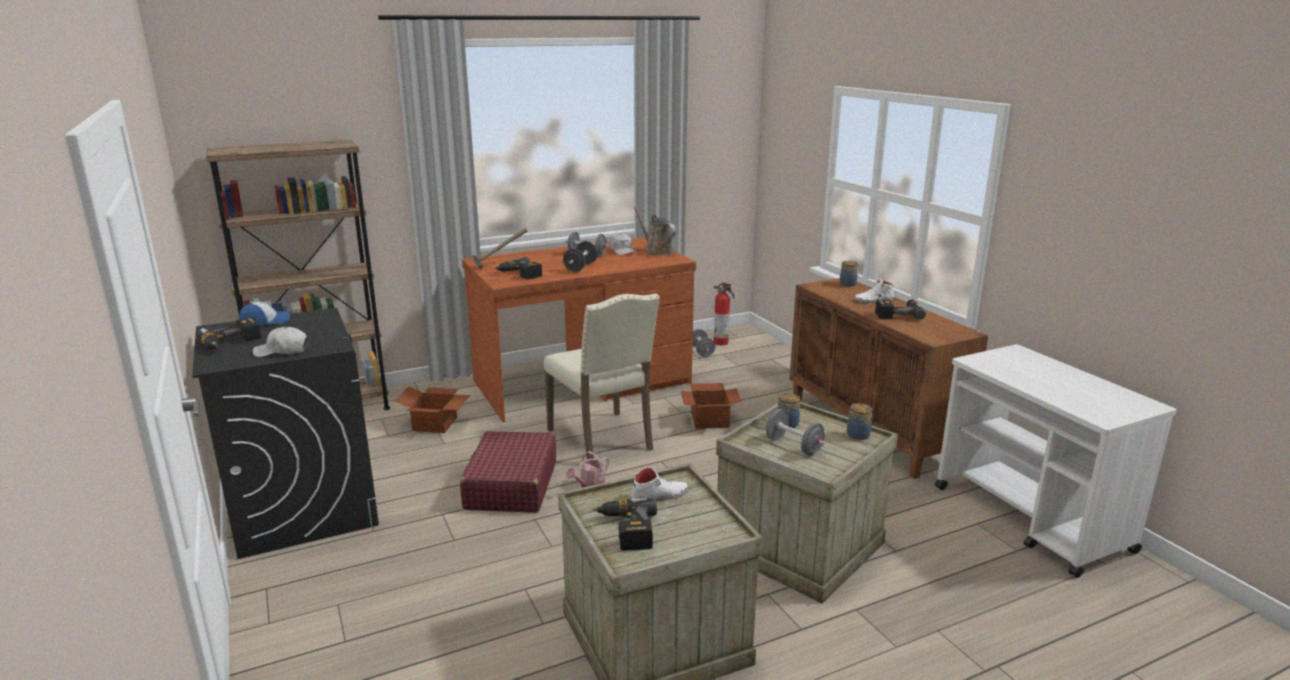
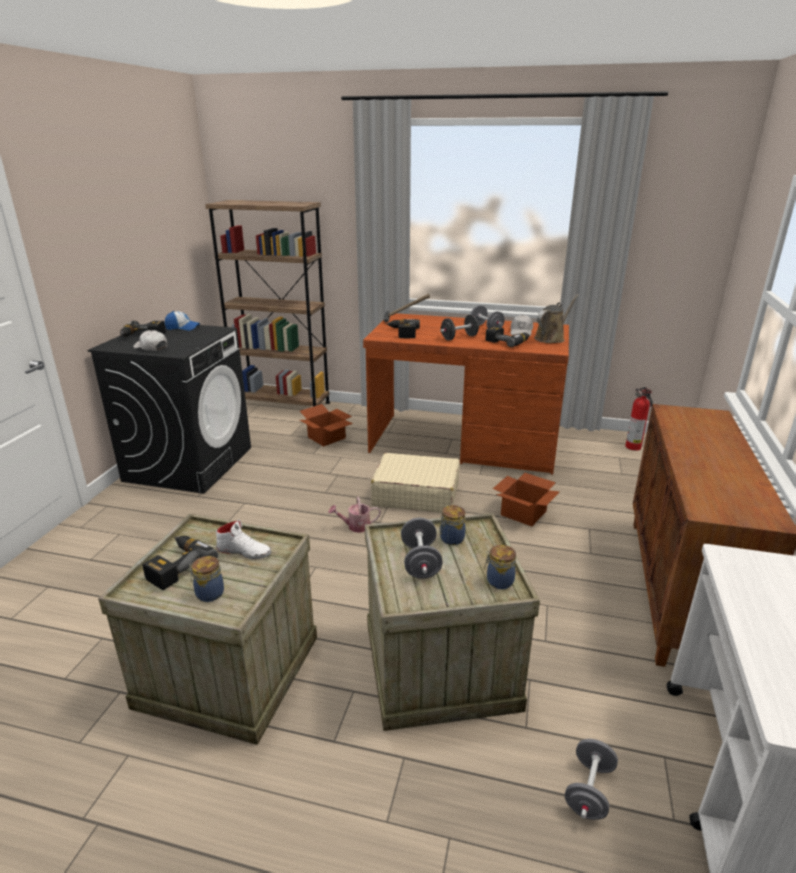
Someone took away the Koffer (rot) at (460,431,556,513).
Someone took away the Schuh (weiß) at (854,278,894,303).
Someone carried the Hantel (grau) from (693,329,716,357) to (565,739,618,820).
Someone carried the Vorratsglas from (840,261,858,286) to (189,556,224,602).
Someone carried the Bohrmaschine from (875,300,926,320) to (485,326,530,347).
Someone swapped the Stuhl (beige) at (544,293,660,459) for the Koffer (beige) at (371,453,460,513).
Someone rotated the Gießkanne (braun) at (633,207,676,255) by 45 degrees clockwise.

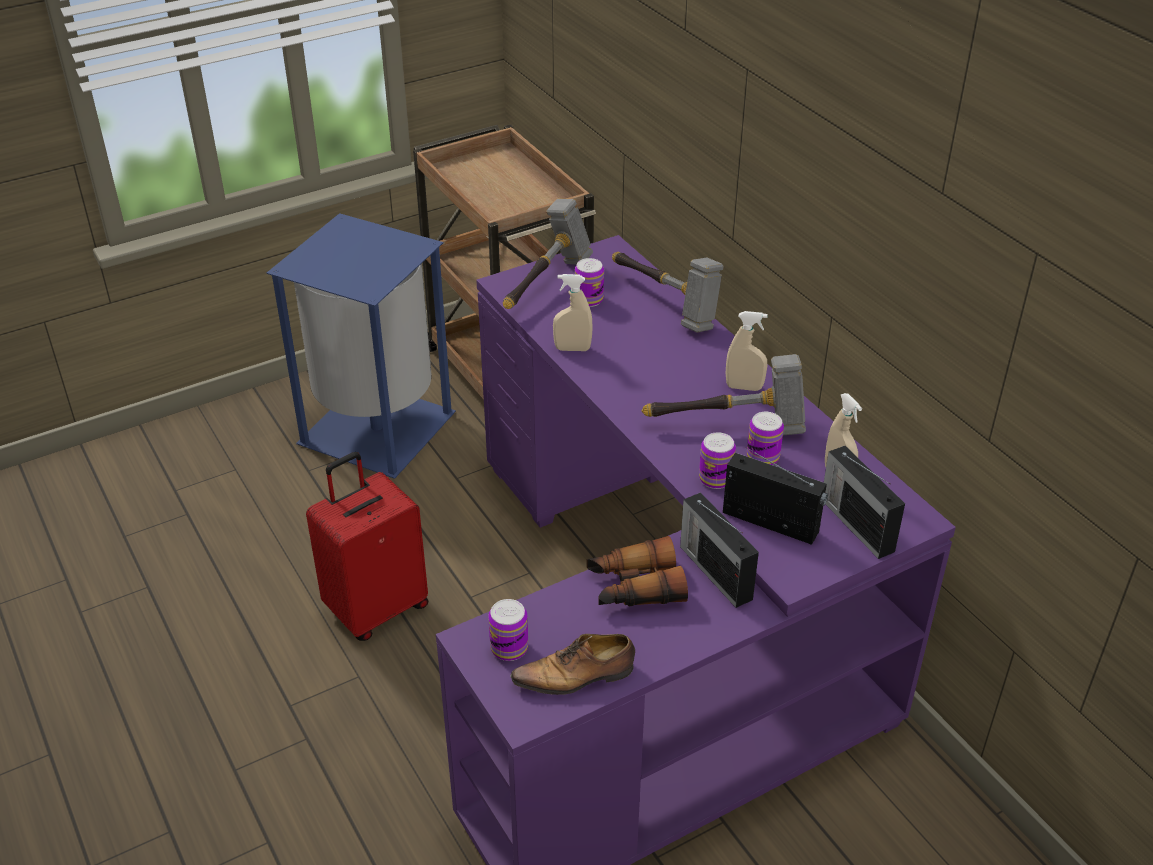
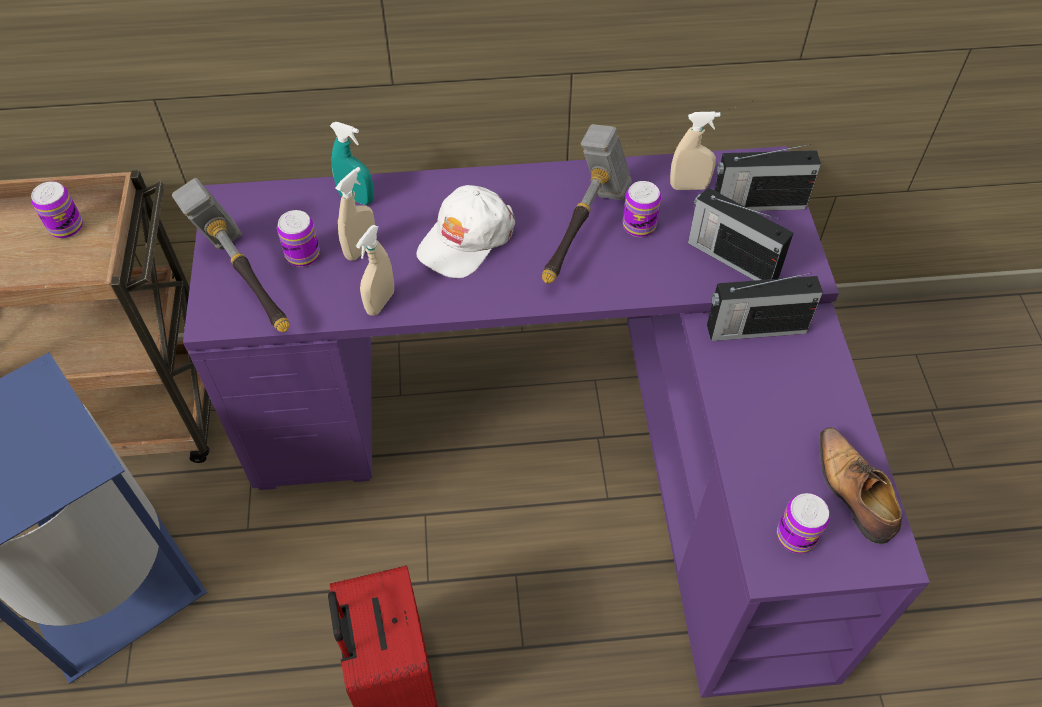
Someone took away the Fernglas at (586,536,688,606).
Someone put down the Kappe (weiß) at (416,185,515,278).
Someone carried the Dose from (699,432,736,489) to (31,181,83,239).
Someone carried the Sprühflasche (beige) from (726,311,768,391) to (335,167,375,261).
Someone swapped the Hammer at (612,252,723,333) for the Sprühflasche (türkis) at (330,122,374,205).
Someone rotated the Schuh at (510,634,635,695) by 150 degrees clockwise.
Someone rotated the Radio at (723,447,828,545) by 105 degrees counterclockwise.

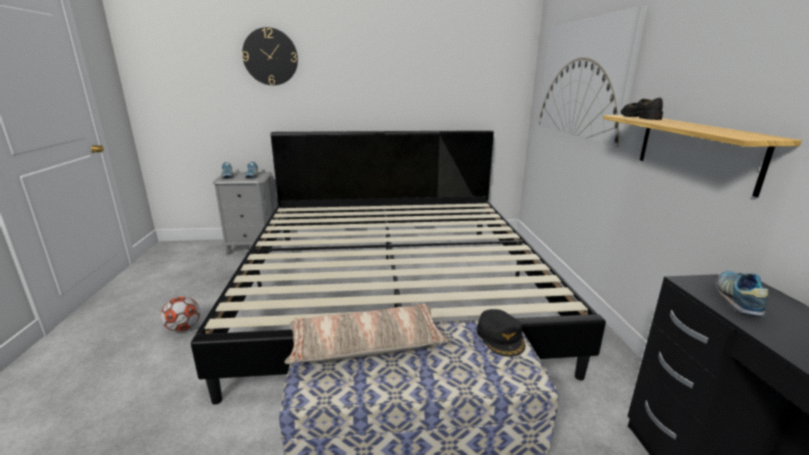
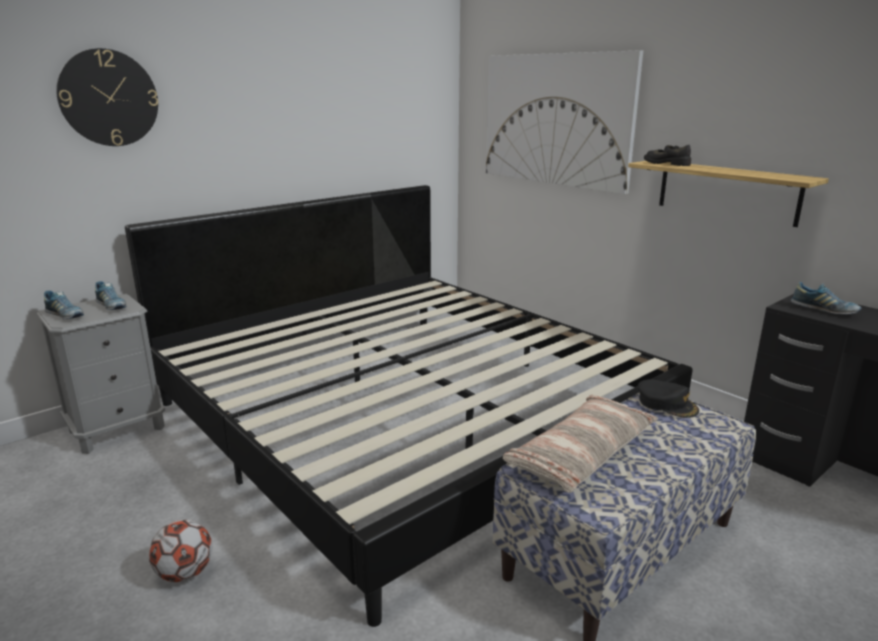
Someone rotated the Schuh at (716,271,769,316) by 150 degrees clockwise.

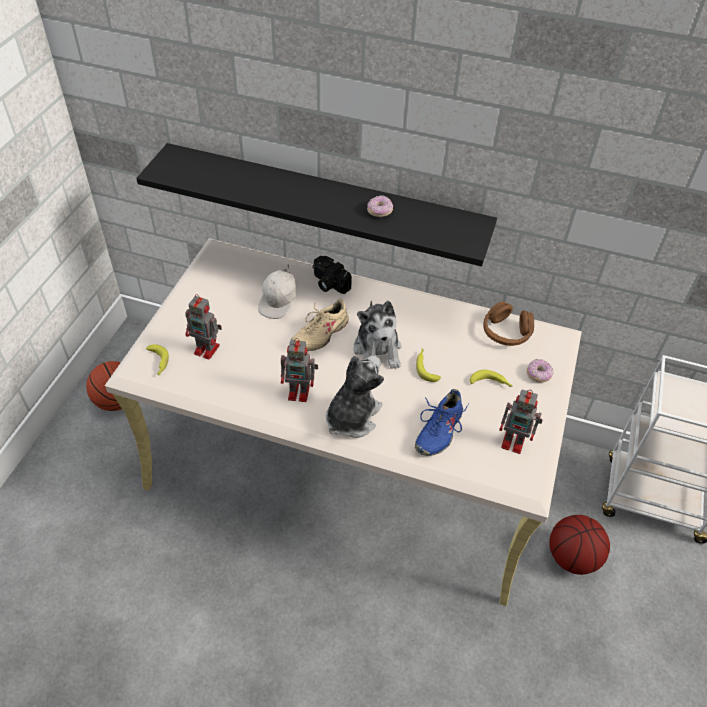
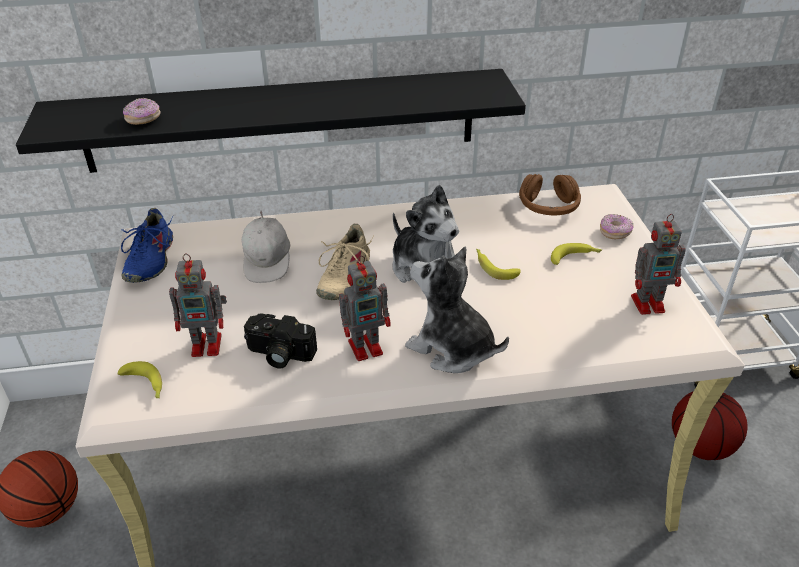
Someone carried the Kamera from (312,256,352,294) to (244,313,317,369).
Someone carried the Donut from (367,195,393,217) to (123,98,161,125).
Someone carried the Schuh (blau) from (415,389,470,456) to (121,208,173,283).
Someone rotated the Plüschtier at (326,355,384,438) by 60 degrees counterclockwise.

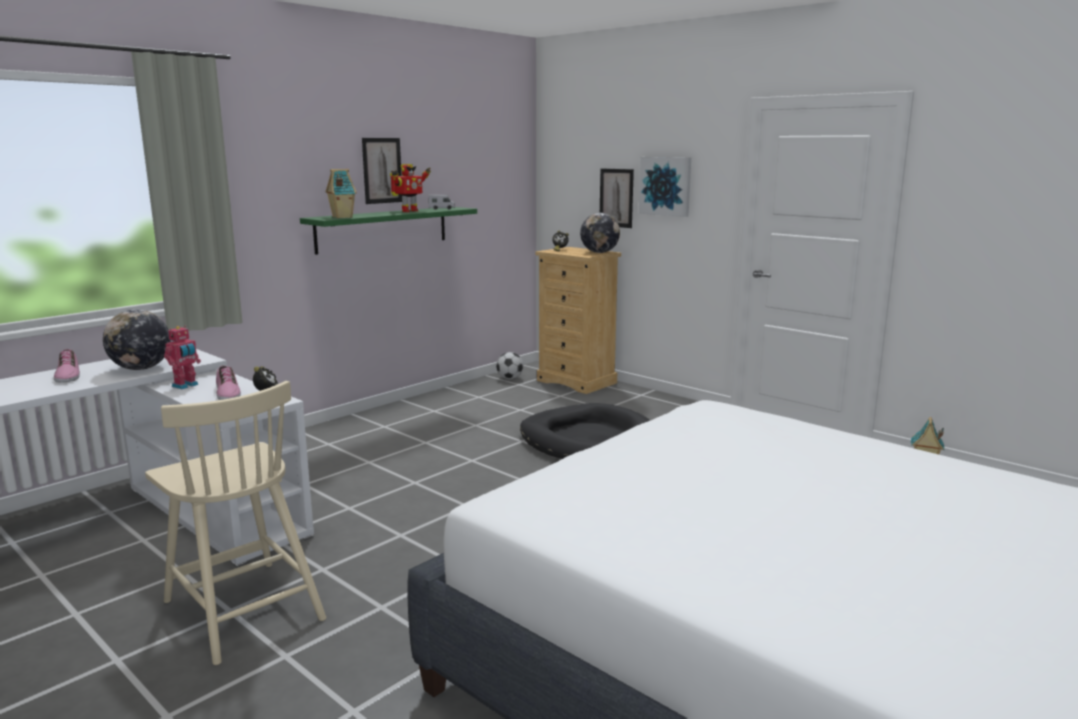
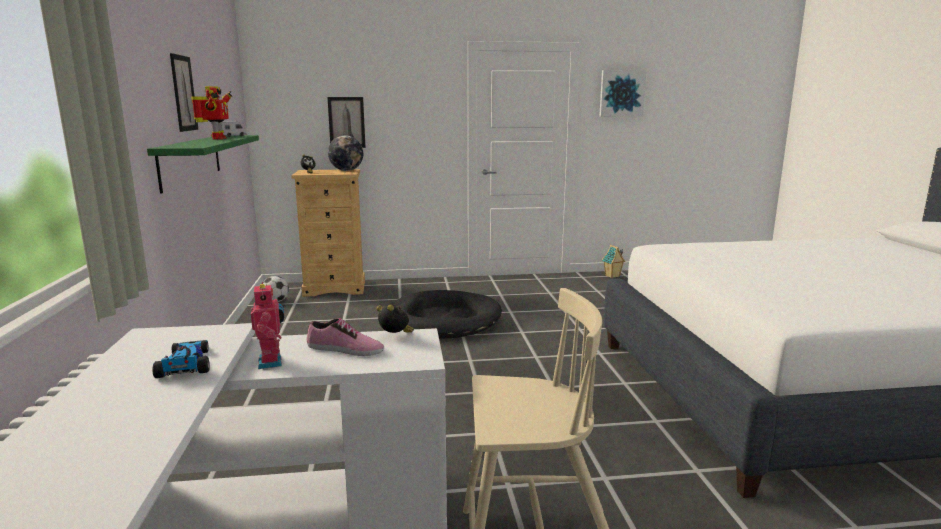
Someone took away the Schuh at (54,349,80,383).
Someone took away the Spielzeughaus at (326,169,357,218).
Someone carried the Bild from (639,157,691,217) to (599,70,647,117).
Someone swapped the Globus at (103,309,171,370) for the Spielzeugauto at (152,340,210,378).

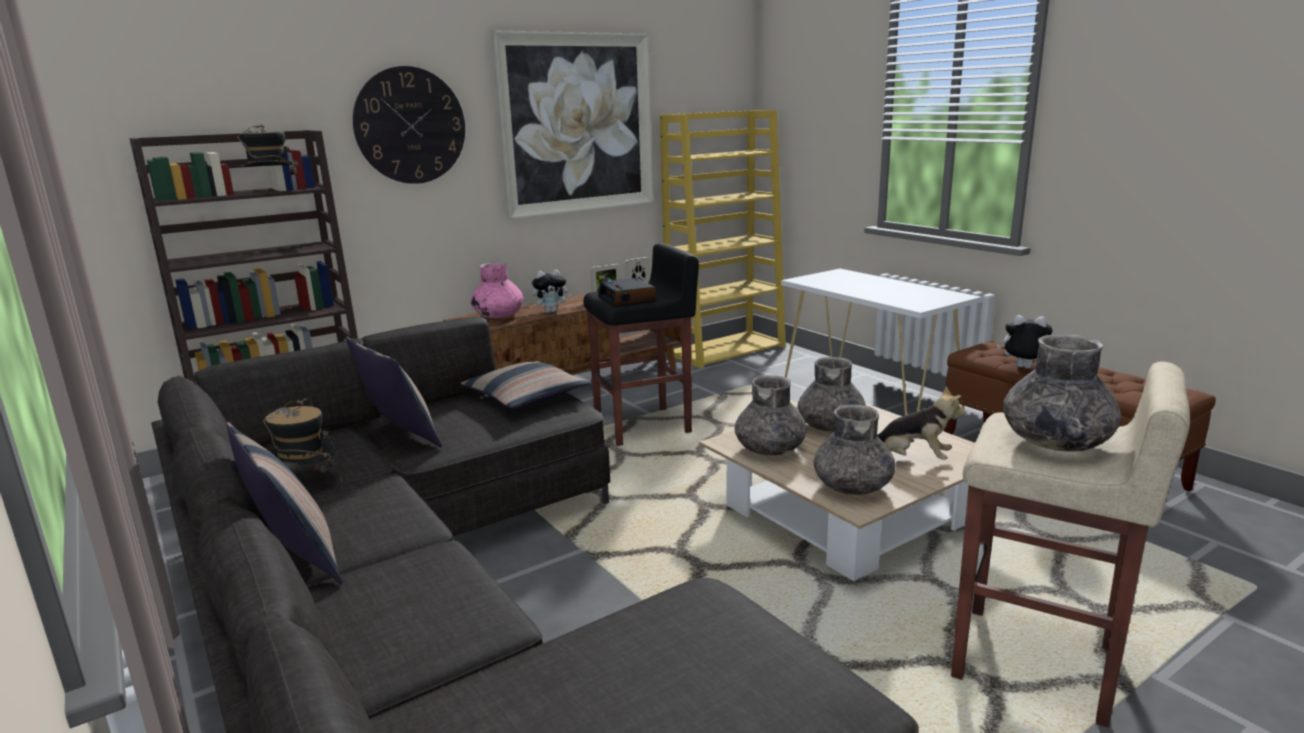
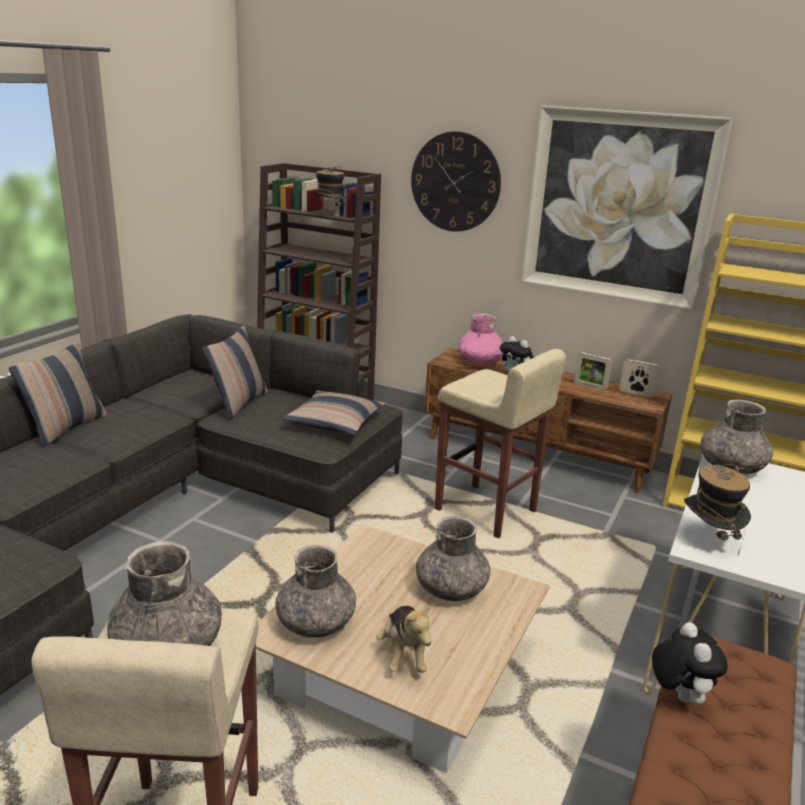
Someone took away the Wecker at (598,278,656,307).
Someone carried the Hut from (263,398,342,482) to (684,464,751,555).
Someone carried the Vase (grau) from (735,375,807,456) to (700,400,773,475).
Someone repainted the Hocker (schwarz) at (583,243,699,446), which became the Hocker (beige) at (435,349,566,538).

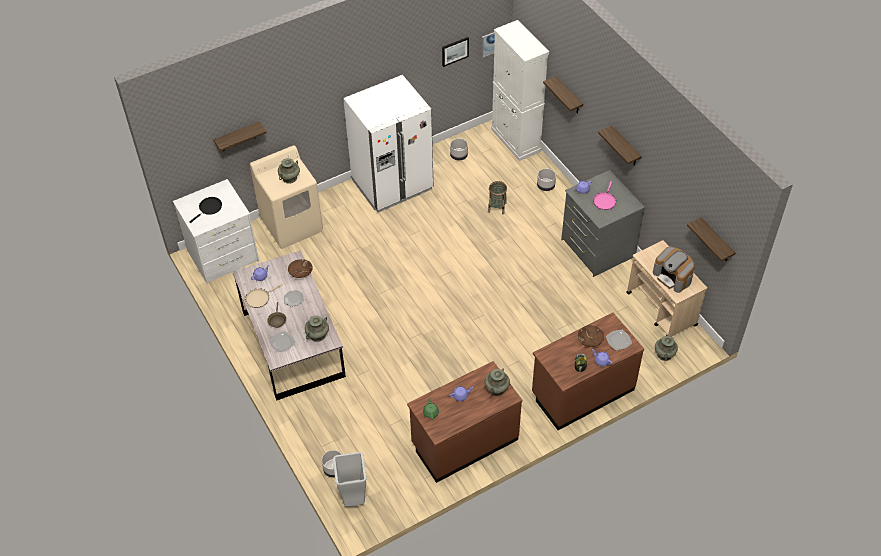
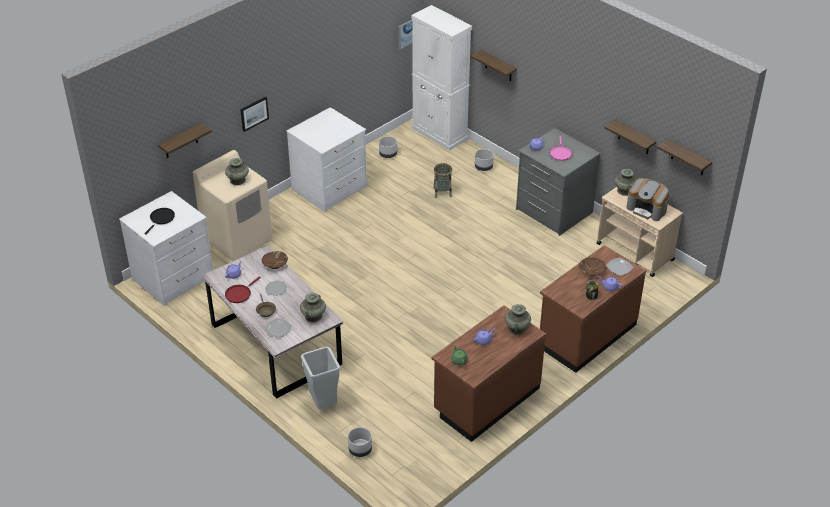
Someone carried the Mülleimer (grau) from (333,452,367,507) to (301,347,340,409).
Someone carried the Bild from (442,37,469,67) to (240,96,269,132).
Someone carried the Wandregal from (598,126,642,166) to (604,120,656,154).
Someone carried the Vase (türkis) from (655,335,678,361) to (614,169,637,196).
Someone swapped the Kühlschrank (weiß) at (343,75,433,213) for the Kommode (weiß) at (286,107,367,212).
Someone repainted the Pfanne (beige) at (245,283,283,308), which became the Pfanne (rot) at (225,277,261,303).

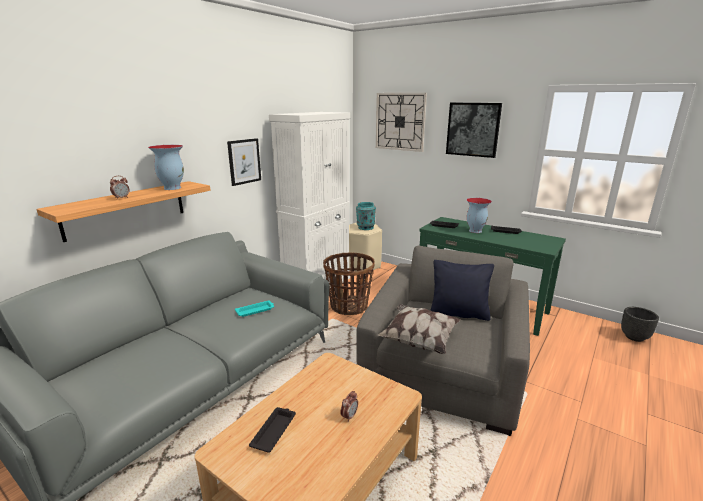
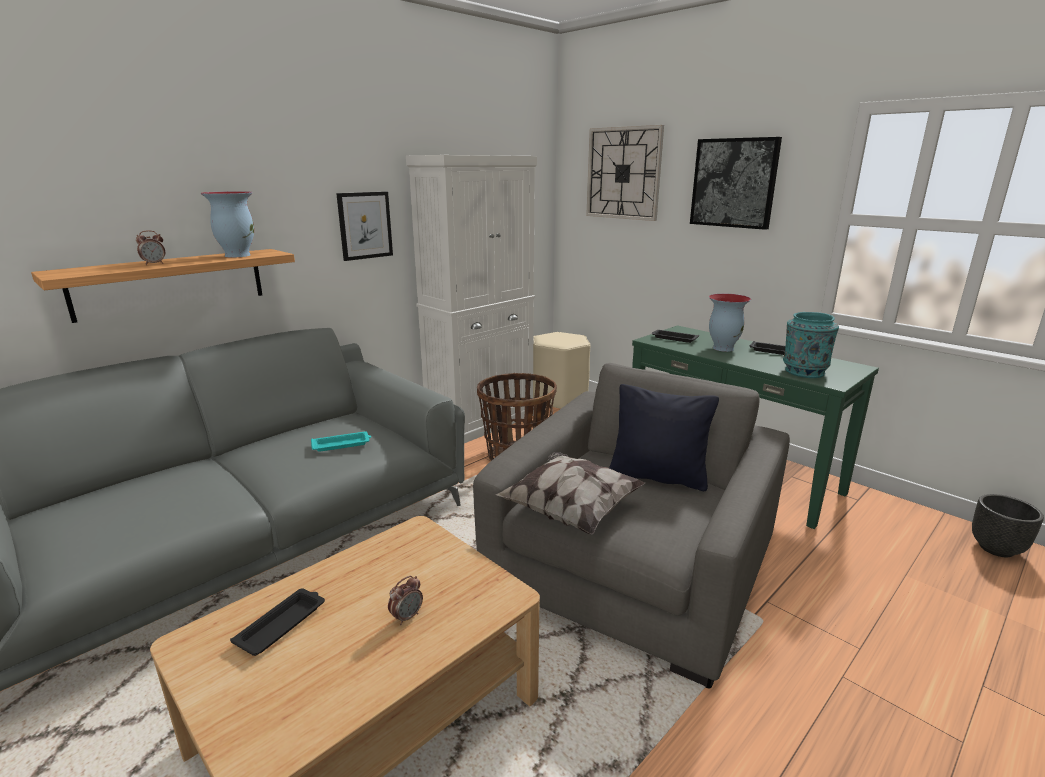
Someone carried the Vase (türkis) from (356,202,376,230) to (783,312,839,378).

